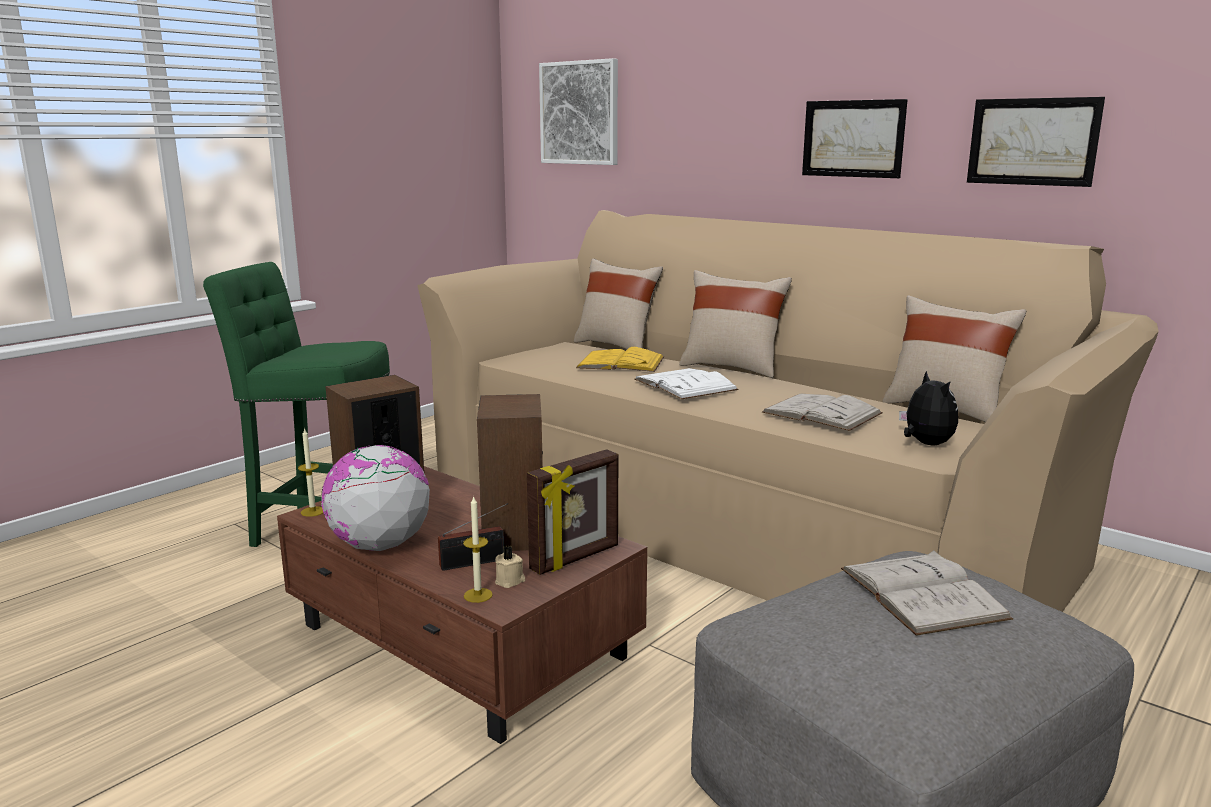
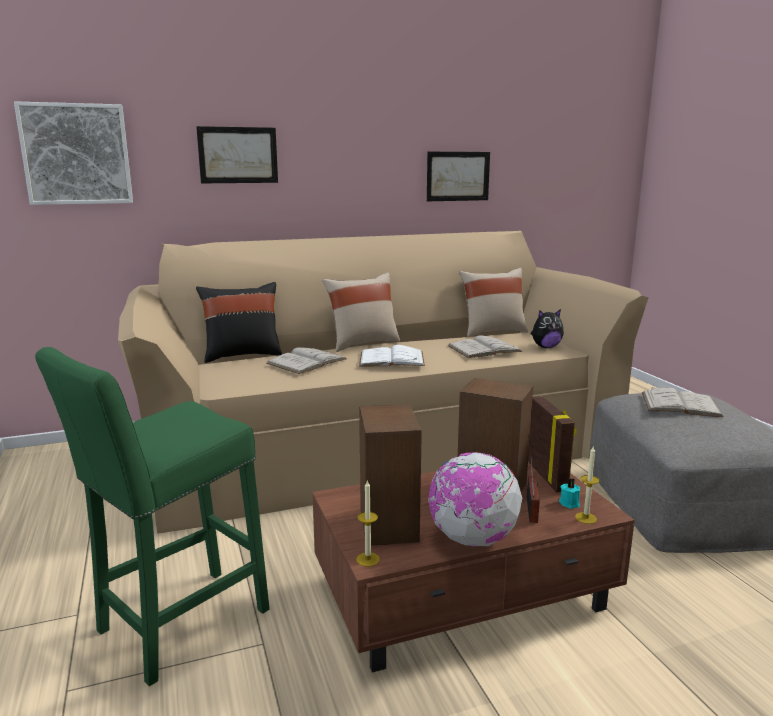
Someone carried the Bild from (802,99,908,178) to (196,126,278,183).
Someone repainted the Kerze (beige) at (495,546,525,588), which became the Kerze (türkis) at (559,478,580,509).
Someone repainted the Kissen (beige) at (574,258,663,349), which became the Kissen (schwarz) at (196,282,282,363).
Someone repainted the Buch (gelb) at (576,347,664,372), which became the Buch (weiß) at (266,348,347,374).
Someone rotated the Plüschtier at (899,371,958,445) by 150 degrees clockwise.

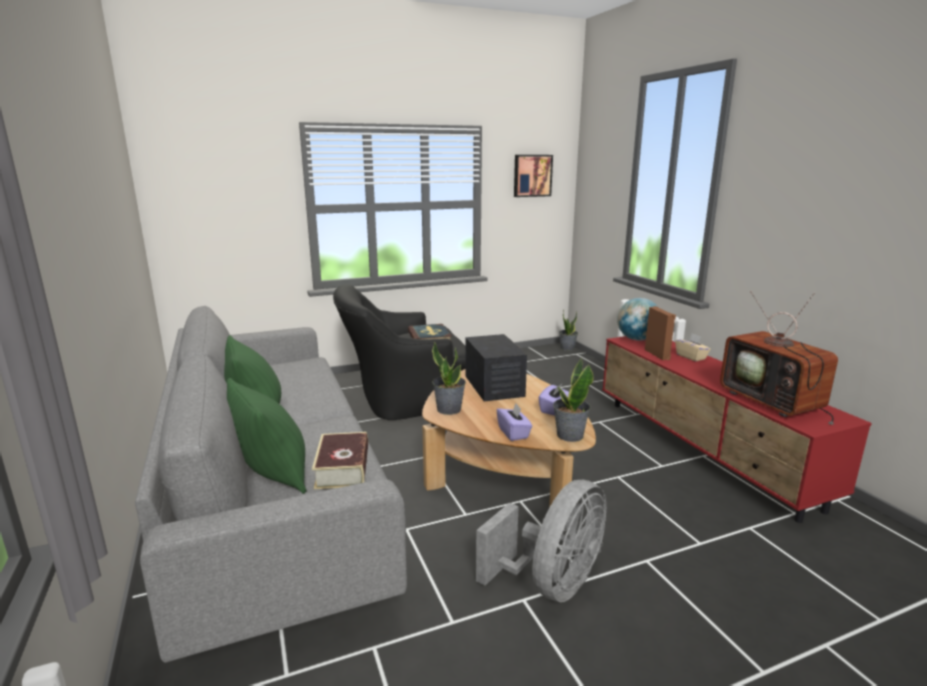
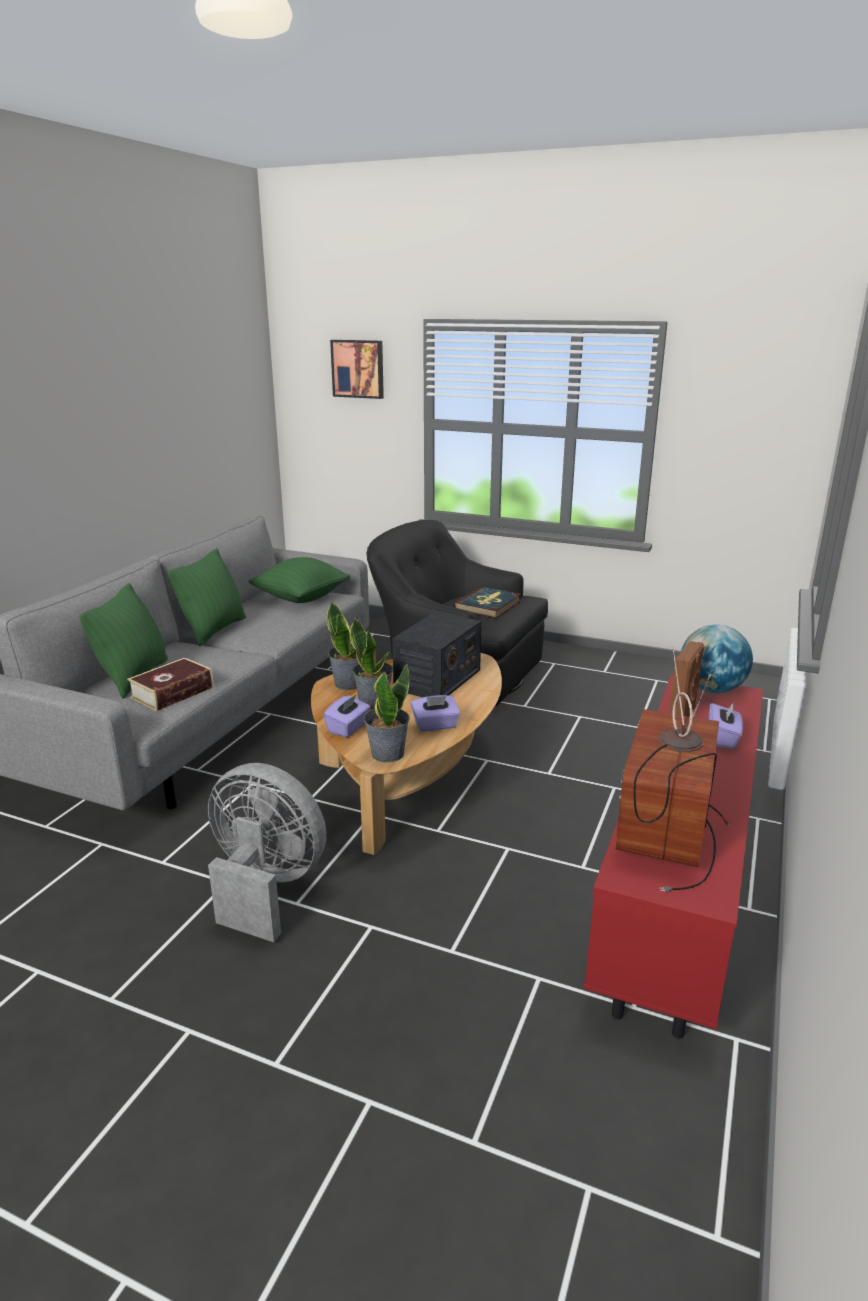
Someone put down the Kissen (grün) at (249,557,350,603).
Someone carried the Bild from (514,155,553,197) to (330,340,384,399).
Someone carried the Topfpflanze from (559,310,578,351) to (350,618,393,709).
Someone repainted the Taschentuchbox (beige) at (675,334,711,361), which became the Taschentuchbox (lila) at (708,703,743,749).
Someone rotated the Ventilator (grau) at (476,480,606,602) by 150 degrees counterclockwise.

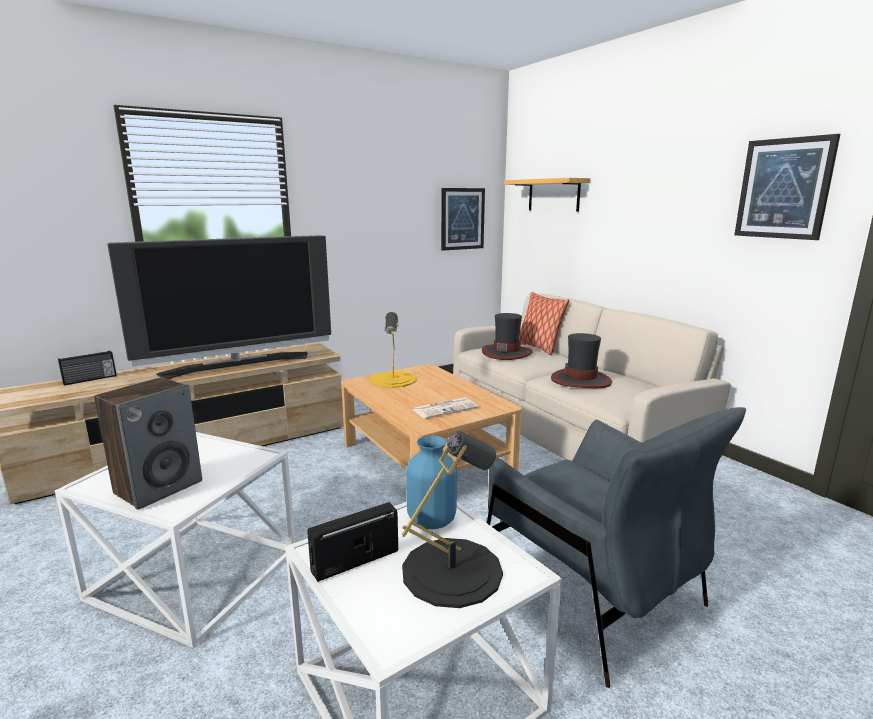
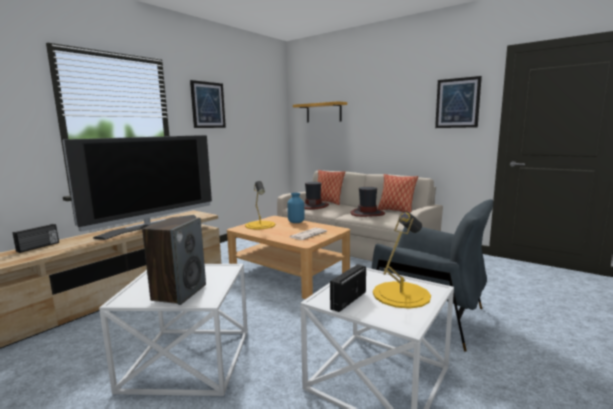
Someone put down the Kissen at (377,174,418,213).
Someone carried the Vase (blau) from (406,435,457,529) to (287,193,304,223).
Someone carried the Bild from (441,188,485,251) to (190,80,226,128).
Someone repainted the Tischlampe (schwarz) at (402,431,503,608), which became the Tischlampe (gelb) at (373,212,431,309).

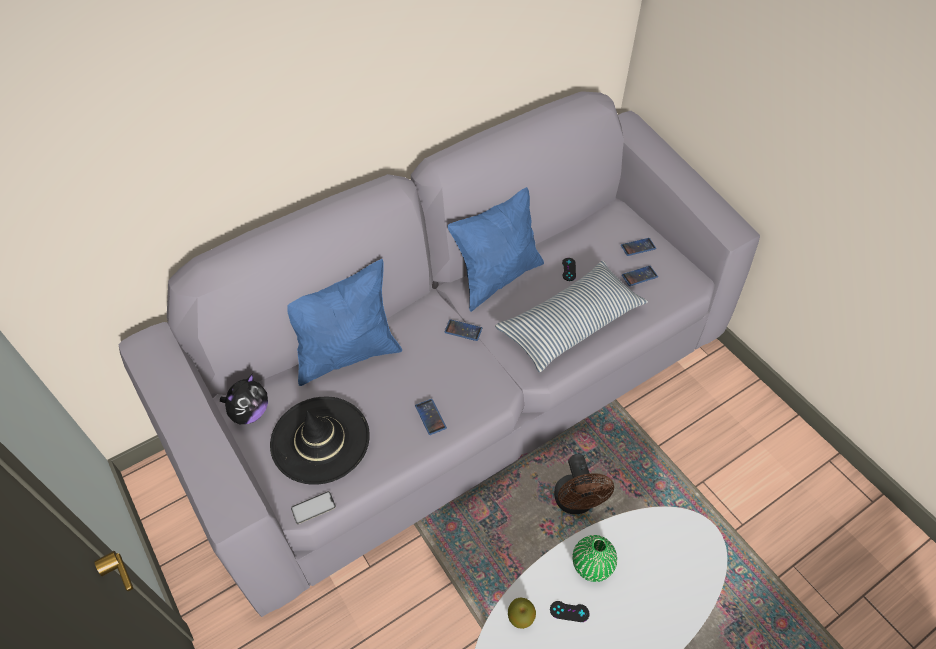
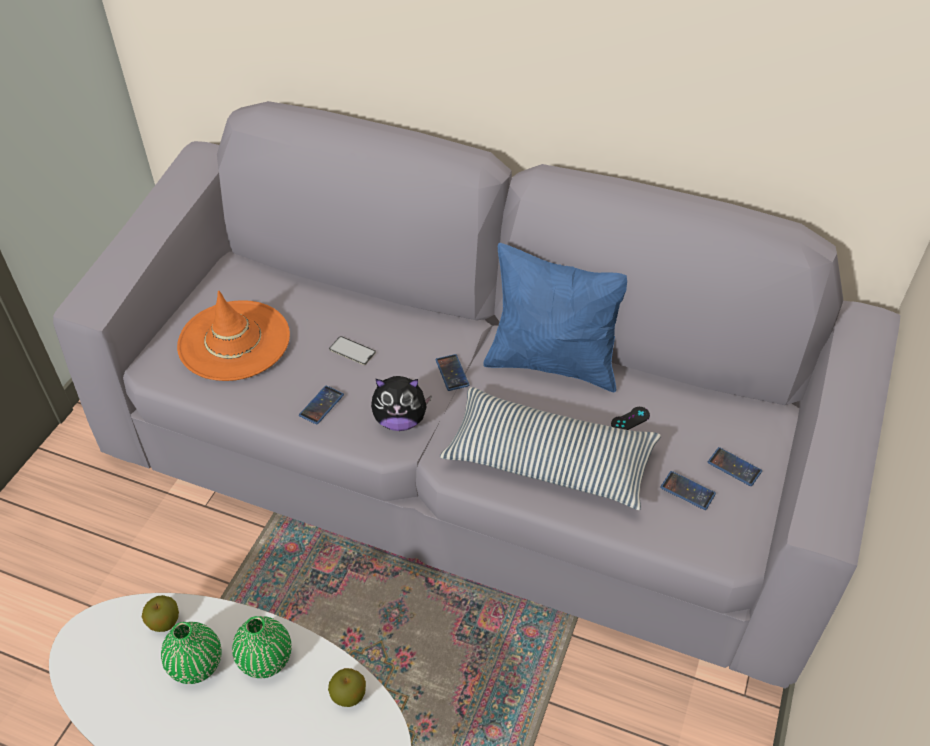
Someone took away the Kissen (blau) at (287,259,402,386).
Someone took away the Ventilator (braun) at (554,454,614,514).
Someone put down the Apfel at (328,668,366,707).
Someone carried the Plüschtier from (220,374,268,424) to (371,376,432,431).
Someone carried the Handy from (291,491,336,524) to (329,336,376,365).
Someone swapped the Gamepad (schwarz) at (550,601,590,622) for the Vase (grün) at (161,622,221,684).
Someone repainted the Hut (schwarz) at (270,397,370,485), which became the Hut (orange) at (177,290,290,381).

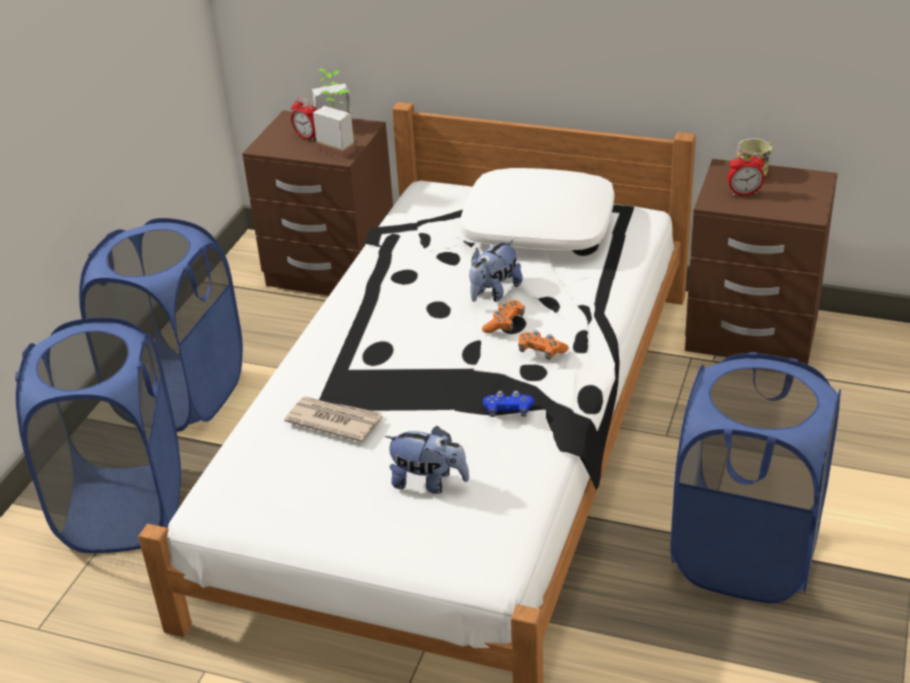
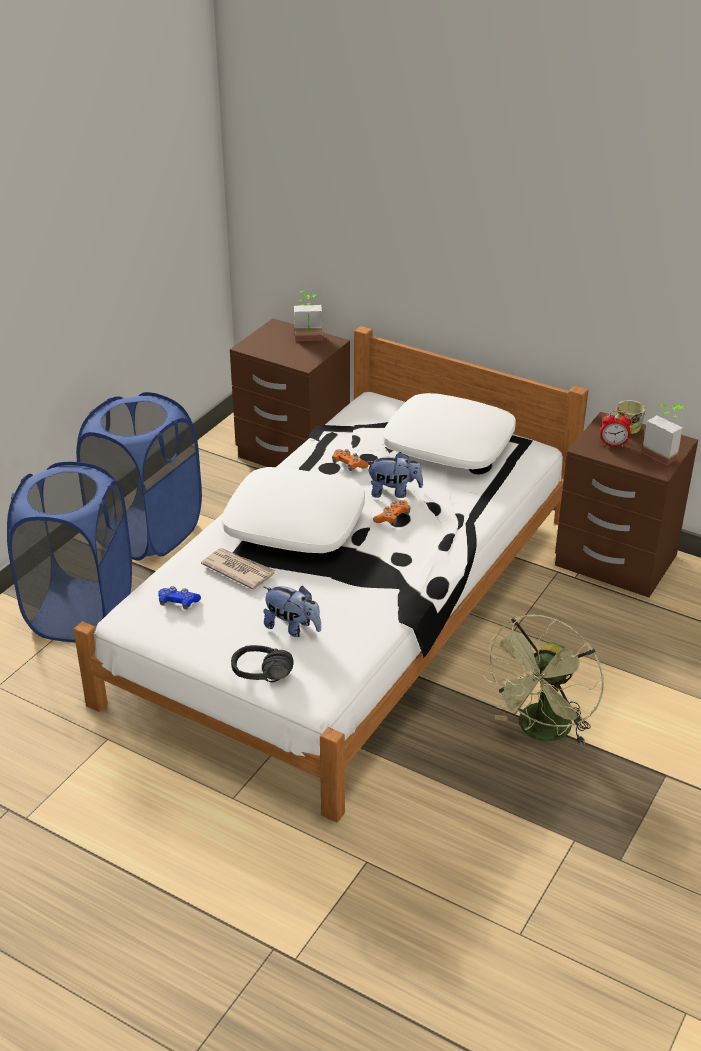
Someone took away the Wecker at (291,97,317,141).
Someone put down the Kissen (weiß) at (222,467,365,553).
Someone put down the Kopfhörer (schwarz) at (231,645,294,682).
Someone carried the Topfpflanze from (313,90,355,158) to (642,404,685,465).
Someone carried the Gamepad (blau) from (483,391,534,417) to (158,586,201,610).
Someone carried the Gamepad (orange) from (518,330,569,360) to (332,449,369,471).
Someone swapped the Wäschekorb (blau) at (671,352,841,604) for the Ventilator (grün) at (482,615,604,746).
Someone rotated the Plüschtier at (469,240,523,302) by 135 degrees counterclockwise.

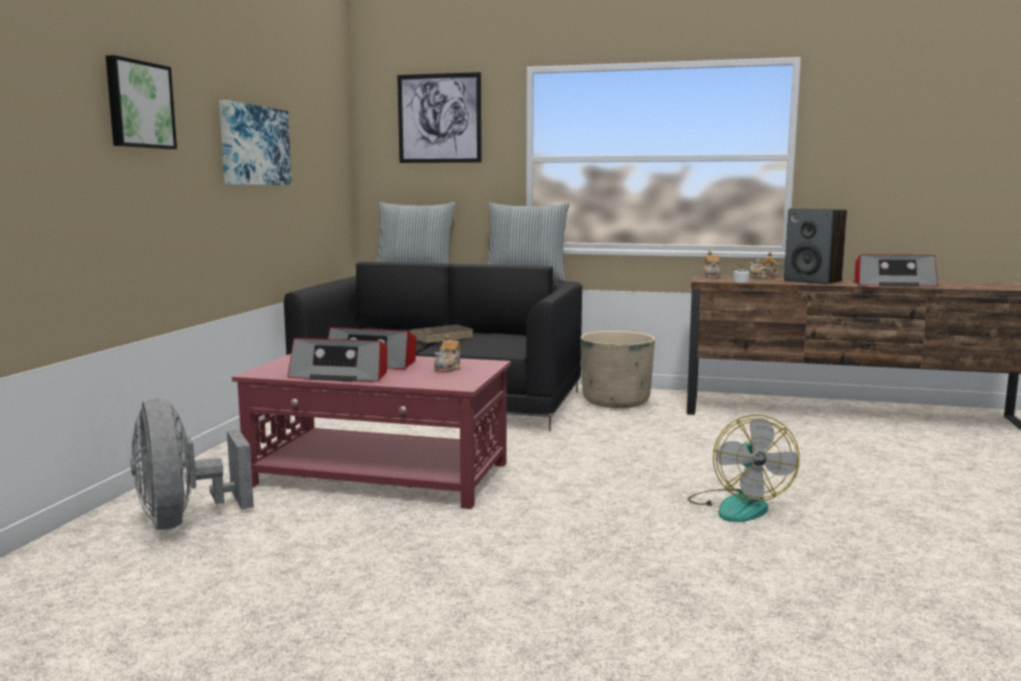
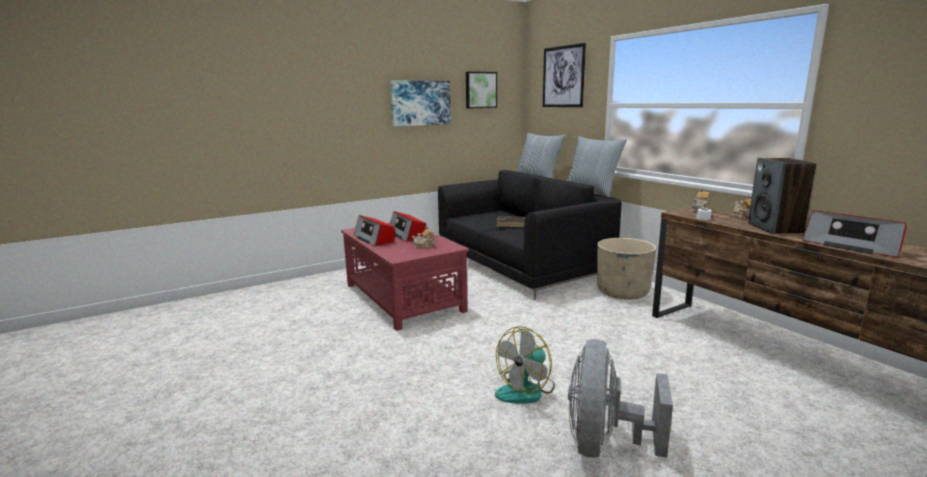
Someone carried the Bild from (106,55,177,149) to (466,72,497,109).
Someone carried the Ventilator (grau) from (130,398,254,530) to (568,339,673,458).

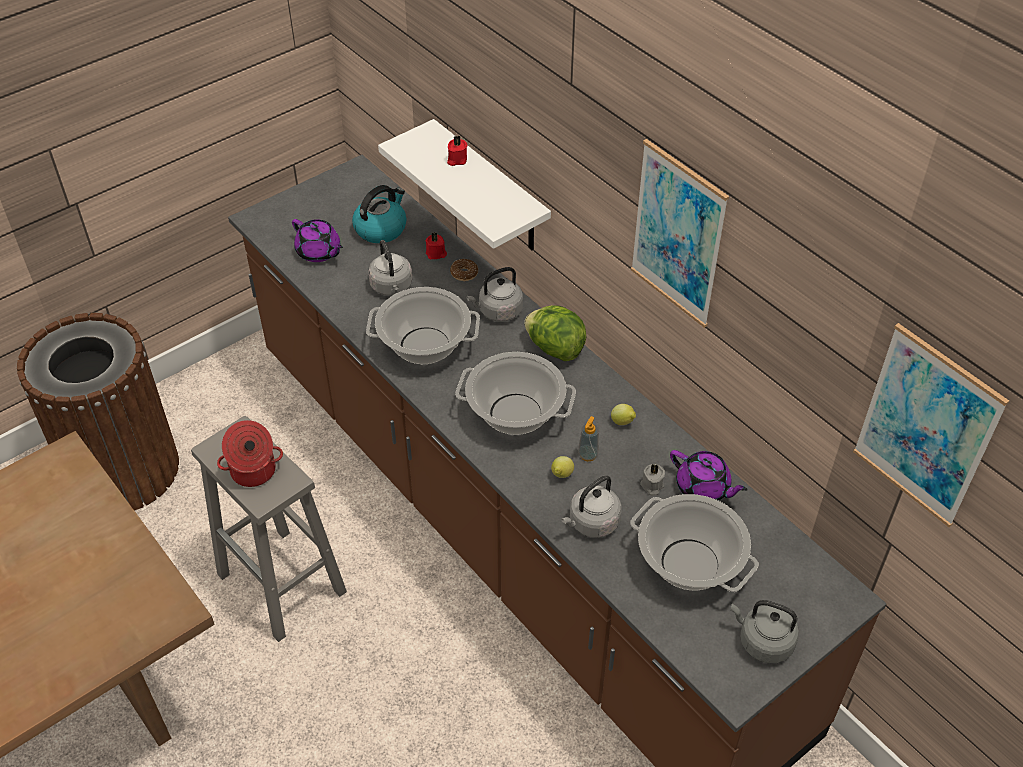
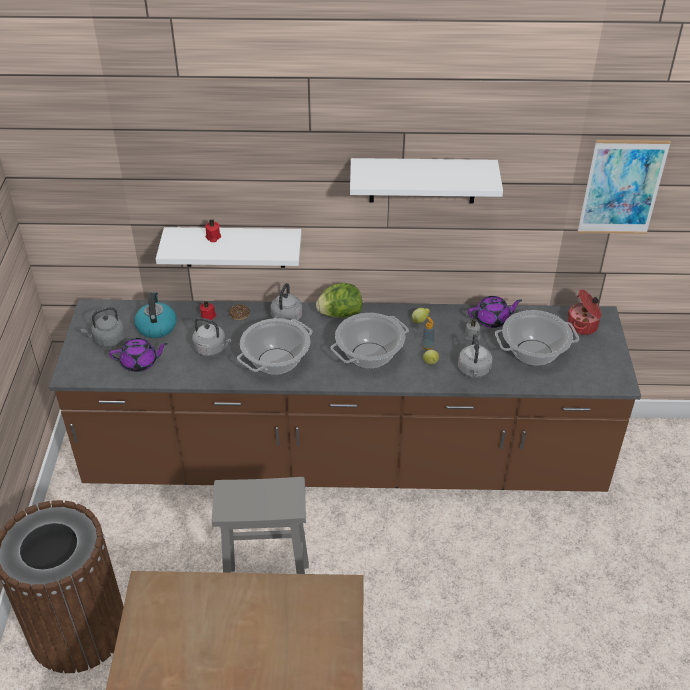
Someone carried the Kochtopf from (217,420,283,487) to (567,289,601,335).
Someone carried the Wasserkessel (grau) from (731,600,799,663) to (80,307,126,348).
Someone swapped the Bild at (630,139,729,328) for the Wandregal (weiß) at (350,158,503,204).

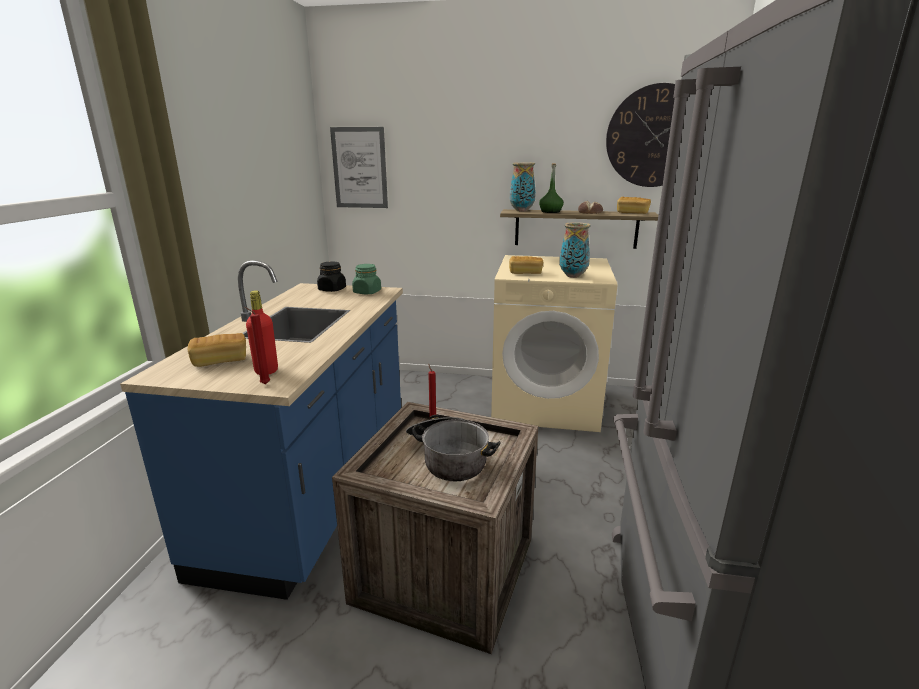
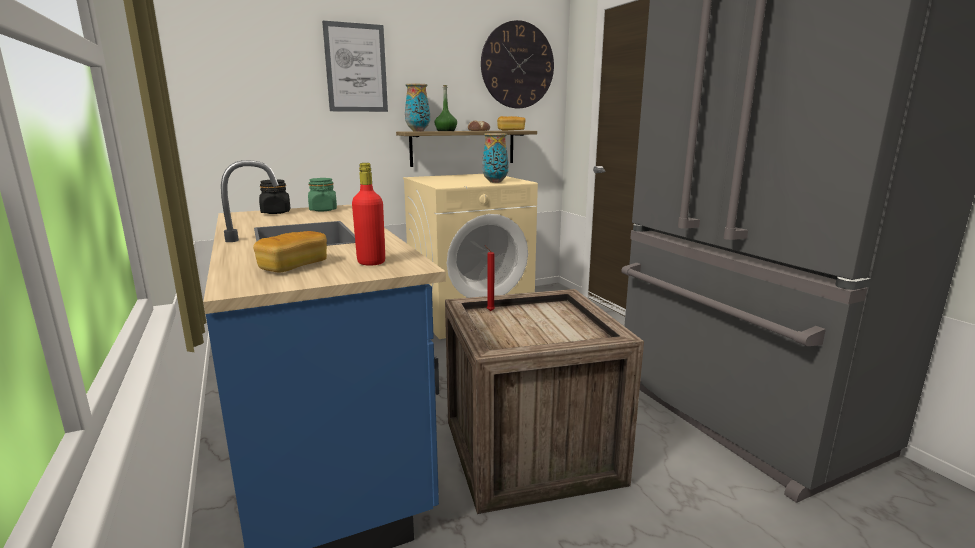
Someone took away the Kerze (rot) at (244,307,270,385).
Someone took away the Kochtopf at (406,415,501,481).
Someone took away the Brot at (509,256,543,274).
Someone carried the Bild from (330,127,388,208) to (322,21,388,112).

